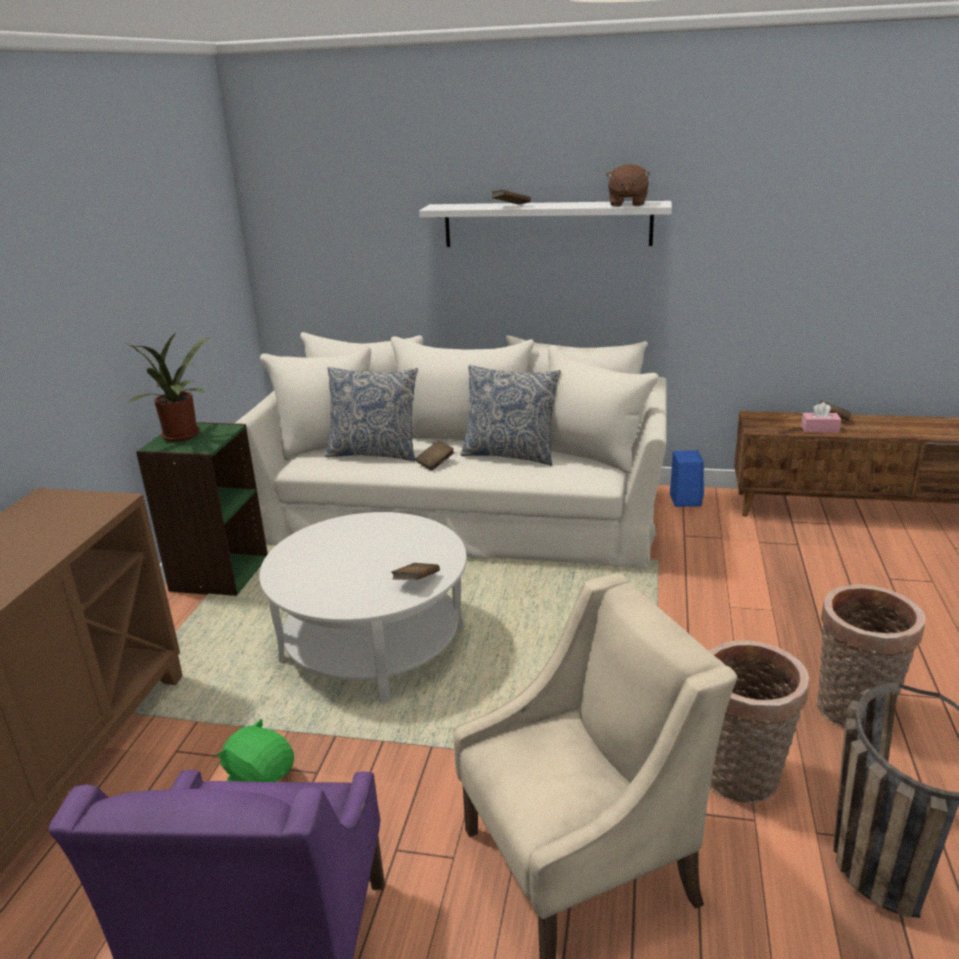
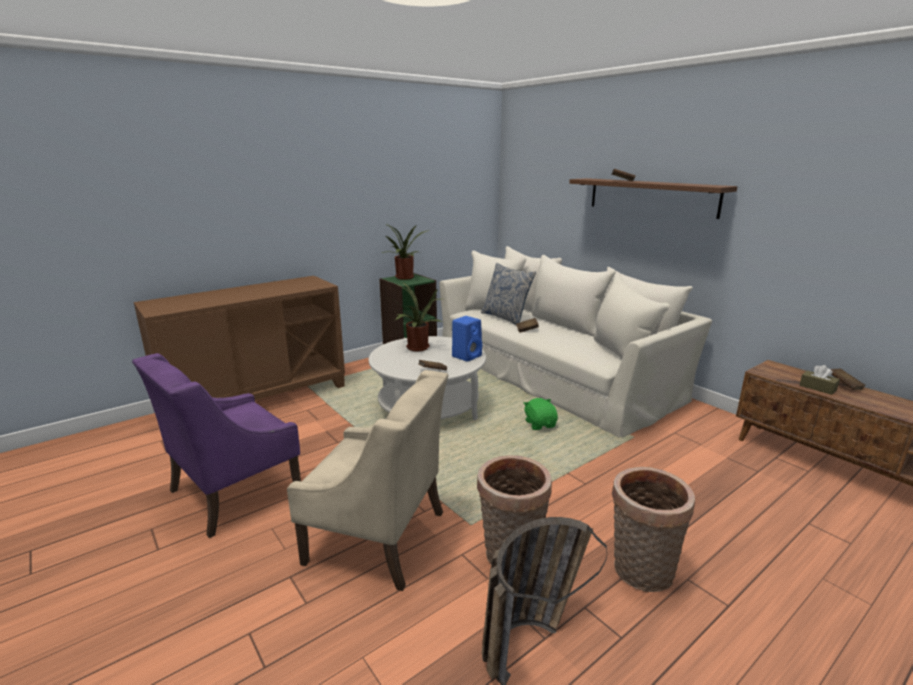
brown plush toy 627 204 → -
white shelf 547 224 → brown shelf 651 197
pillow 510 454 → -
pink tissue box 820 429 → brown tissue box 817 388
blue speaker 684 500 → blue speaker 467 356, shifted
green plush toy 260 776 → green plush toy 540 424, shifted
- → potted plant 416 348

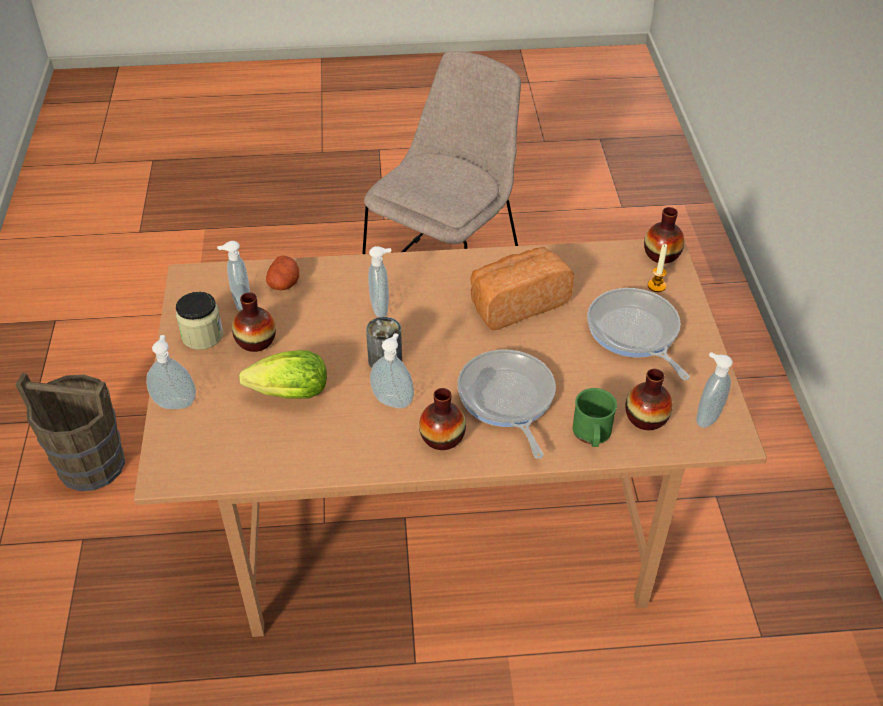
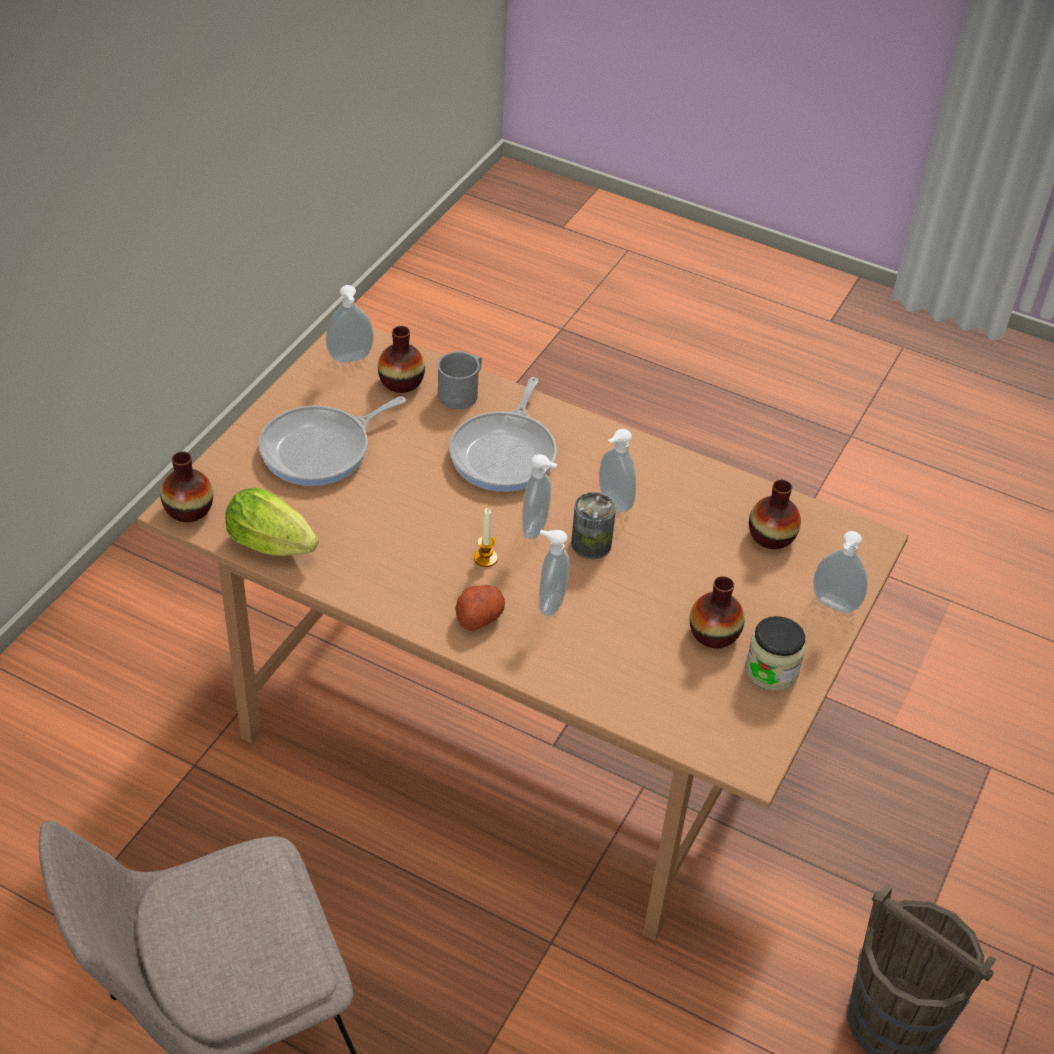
soap dispenser 240 303 → soap dispenser 537 528, shifted
candle 656 286 → candle 485 558, shifted
bread 516 303 → -
potato 284 283 → potato 479 616, shifted
frying pan 634 333 → frying pan 321 450, 45 degrees clockwise
lettuce 285 394 → lettuce 276 546, shifted
vase 442 437 → vase 771 536, shifted
green mug 592 435 → grey mug 462 392

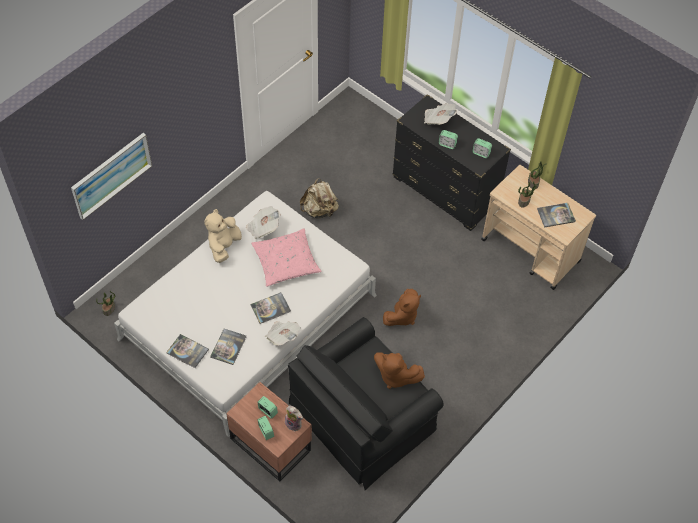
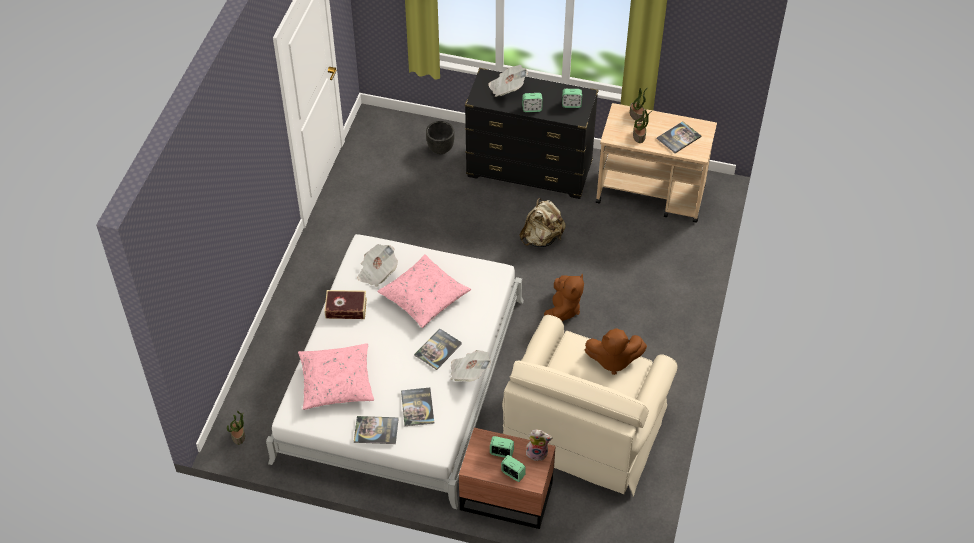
picture 111 175 → -
beige backpack 319 210 → beige backpack 542 238, shifted
beige plush toy 223 246 → book 346 308
black armchair 362 417 → beige armchair 584 426
- → black planter 441 149
- → pink pillow 336 382

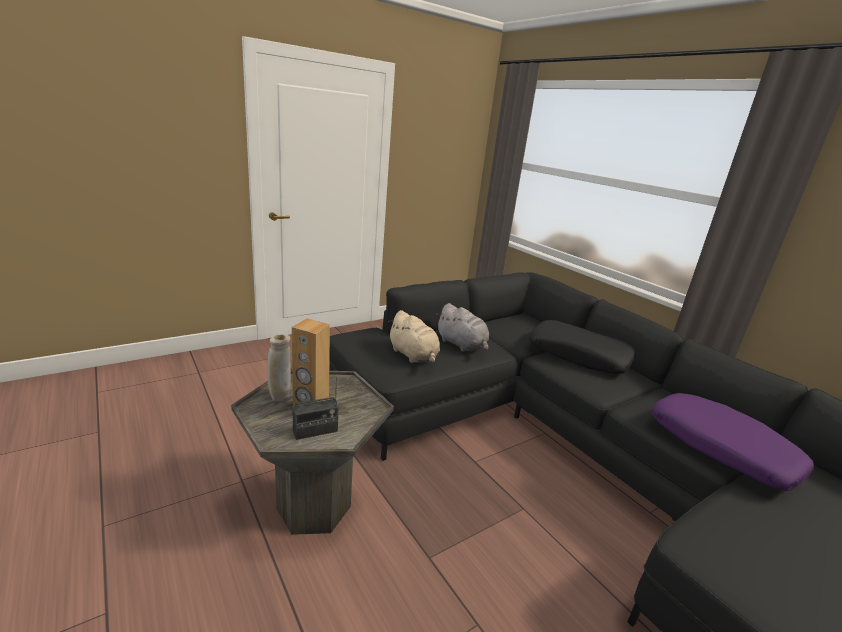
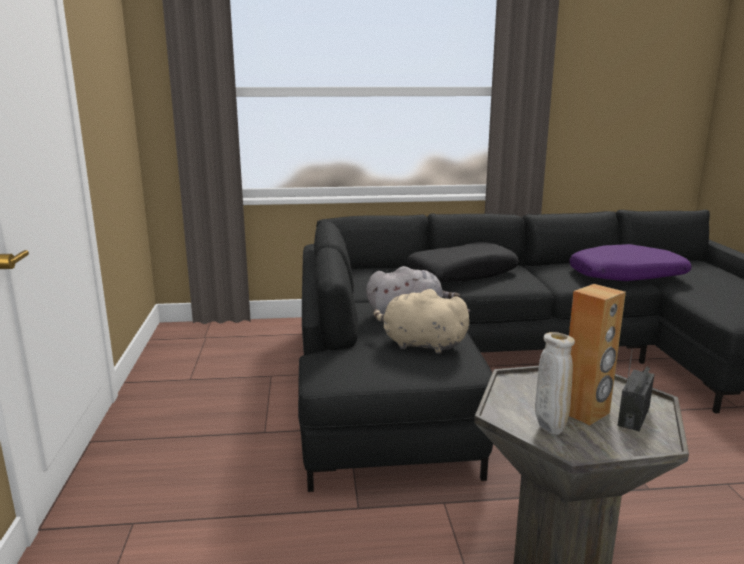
beige plush toy 414 356 → beige plush toy 420 344, 150 degrees counterclockwise
radio 315 431 → radio 633 416, 150 degrees counterclockwise

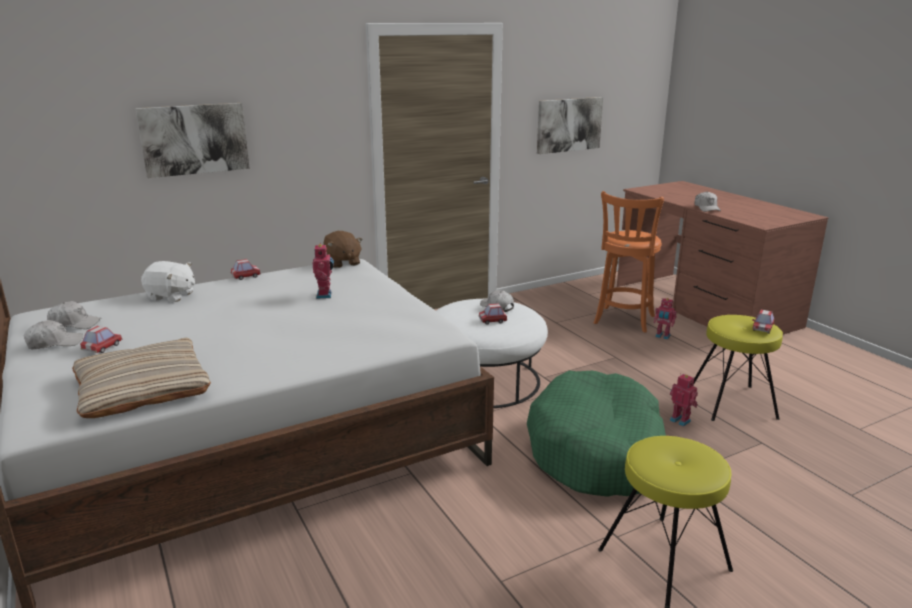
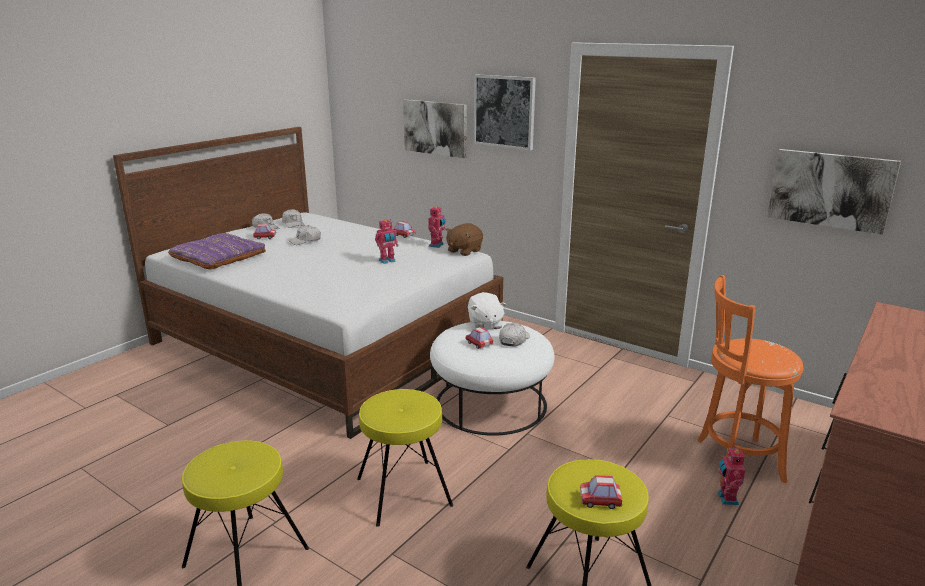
white cap 706 208 → white cap 305 241, shifted
white plush toy 171 296 → white plush toy 485 324, shifted
beige pillow 142 386 → purple pillow 218 257
green dog bed 597 451 → yellow stool 404 491
toy robot 681 420 → toy robot 437 245, shifted
- → picture 504 111

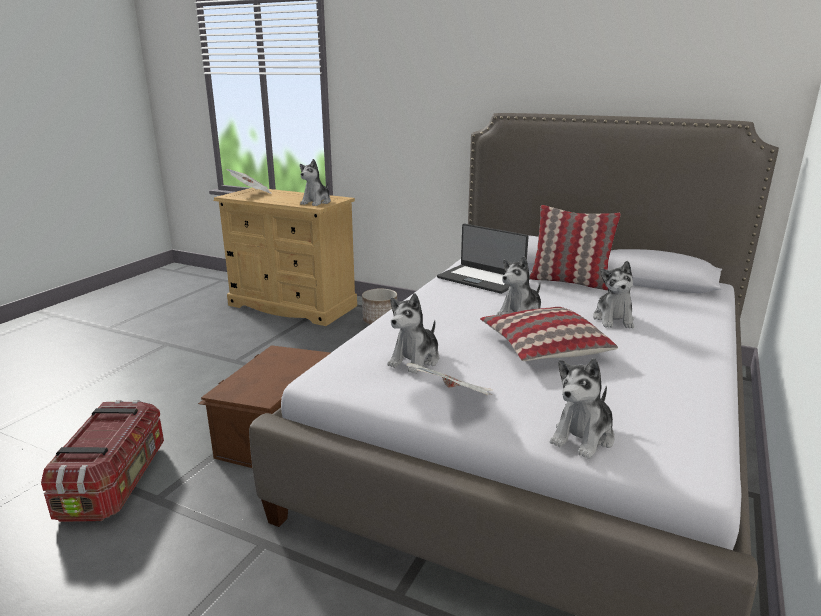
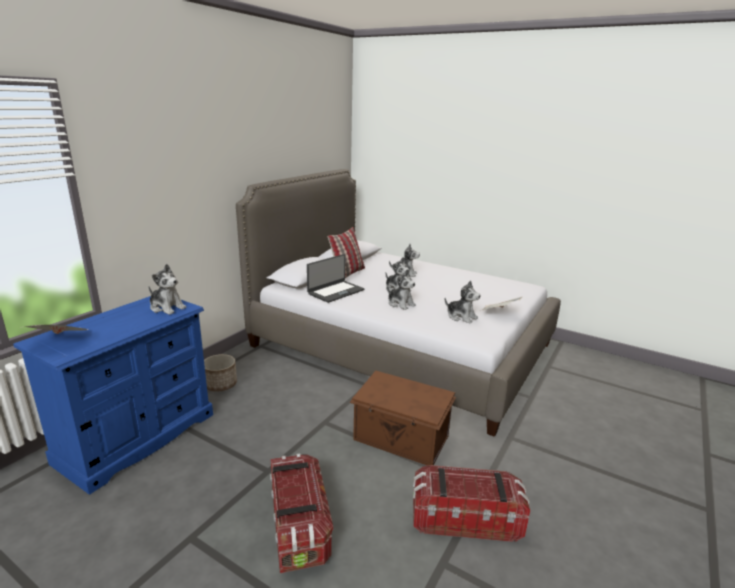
beige dresser 292 306 → blue dresser 138 437
pillow 543 347 → -
plush toy 583 437 → plush toy 400 304, shifted
- → storage box 298 526

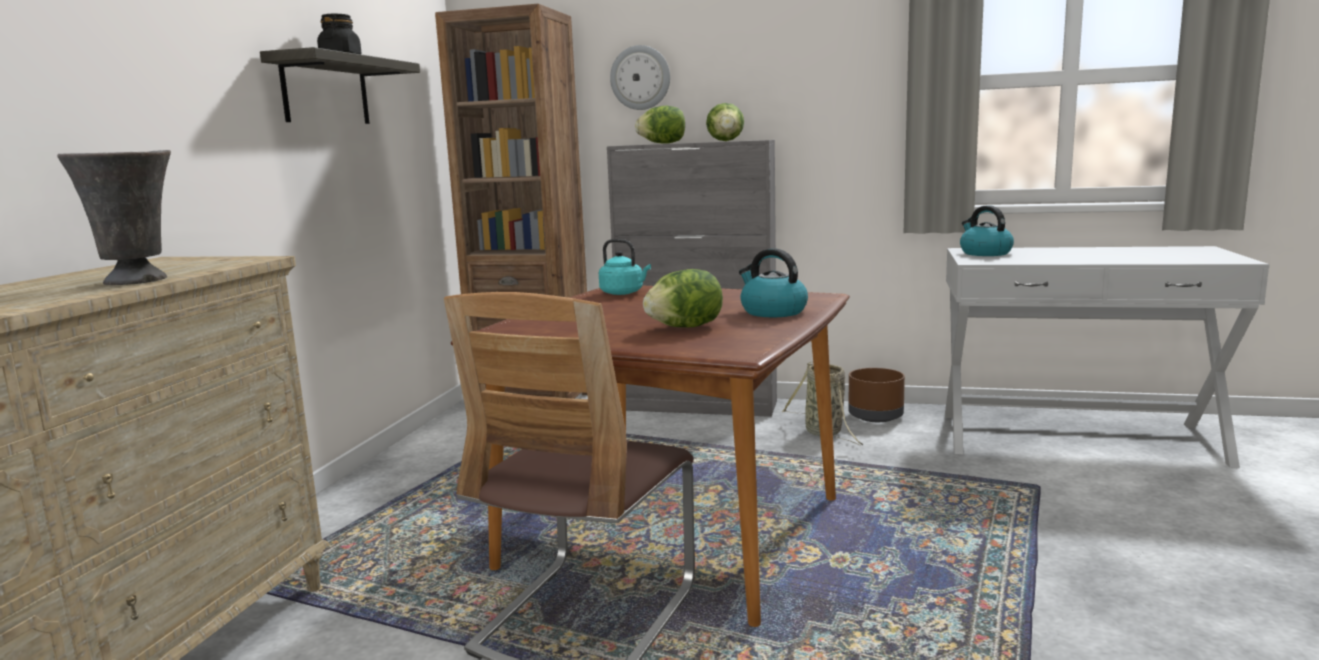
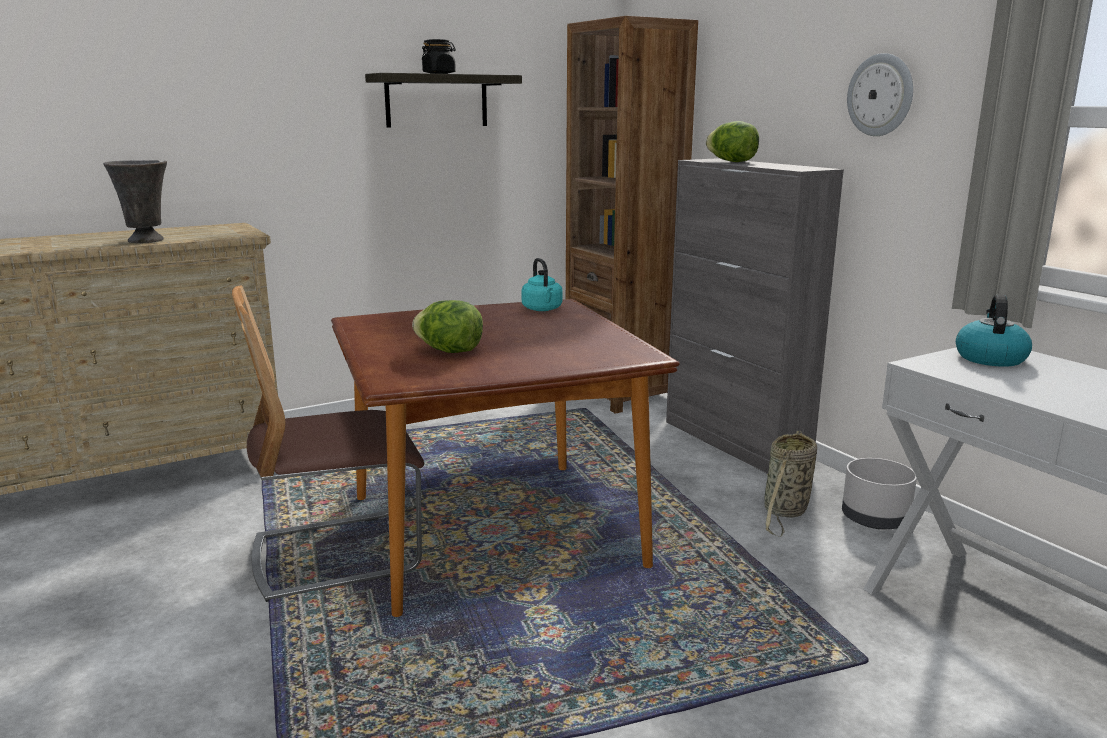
wall clock 640 78 → wall clock 881 95, shifted
lettuce 725 141 → -
kettle 772 312 → -
brown planter 876 416 → grey planter 876 519

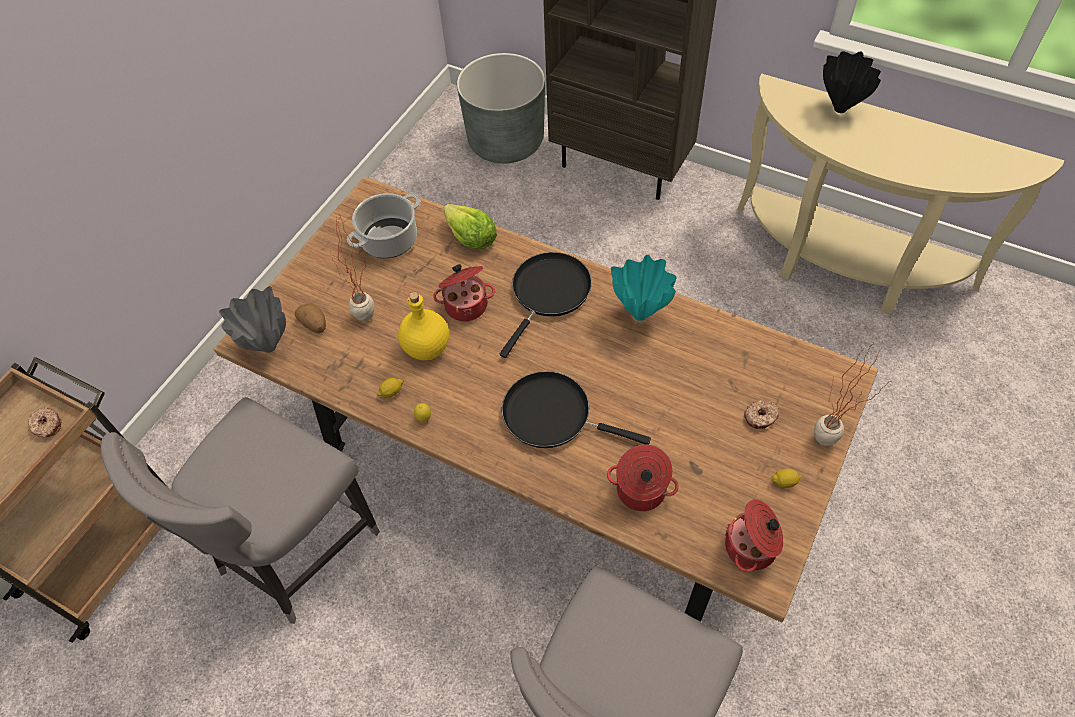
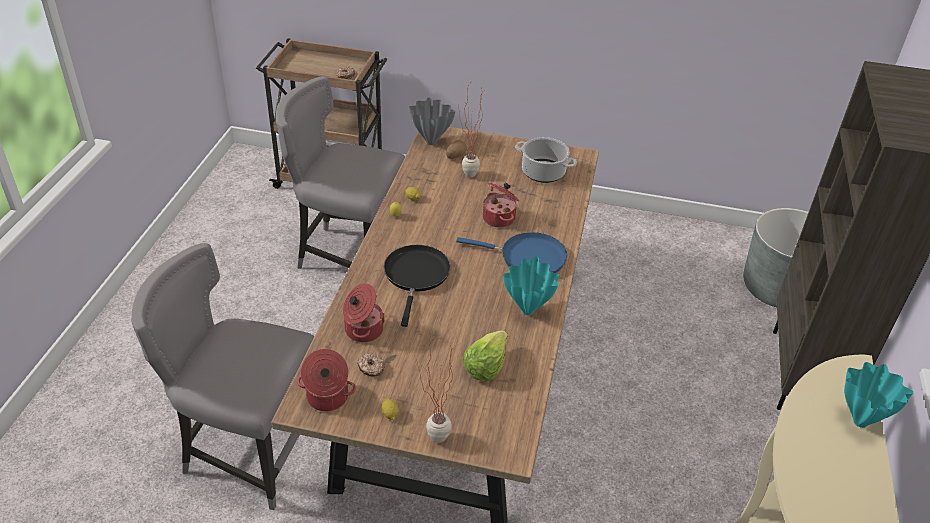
black vase 839 108 → turquoise vase 860 421
lettuce 470 238 → lettuce 485 365, shifted
black frying pan 548 293 → blue frying pan 528 257
yellow bottle 426 348 → -
donut 761 417 → donut 371 368, shifted

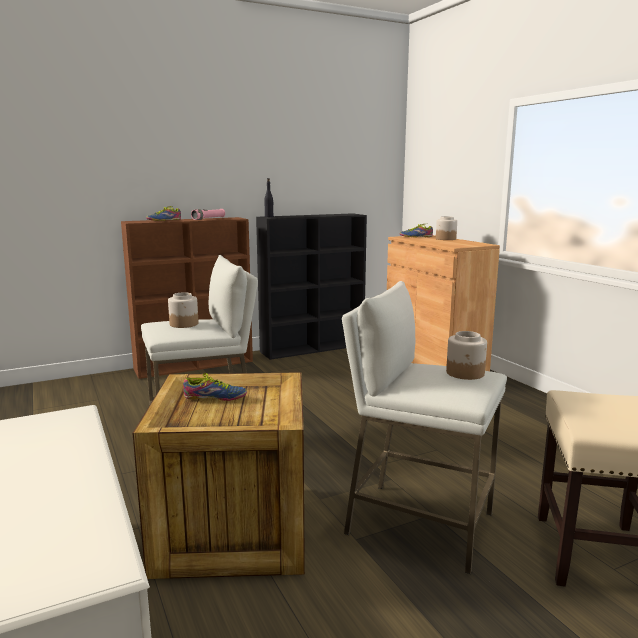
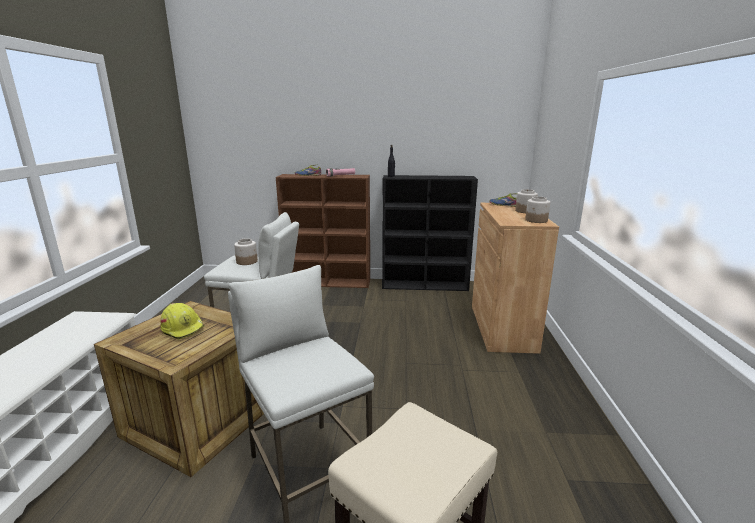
jar 465 373 → jar 536 220, shifted
shoe 215 398 → yellow hard hat 183 328

